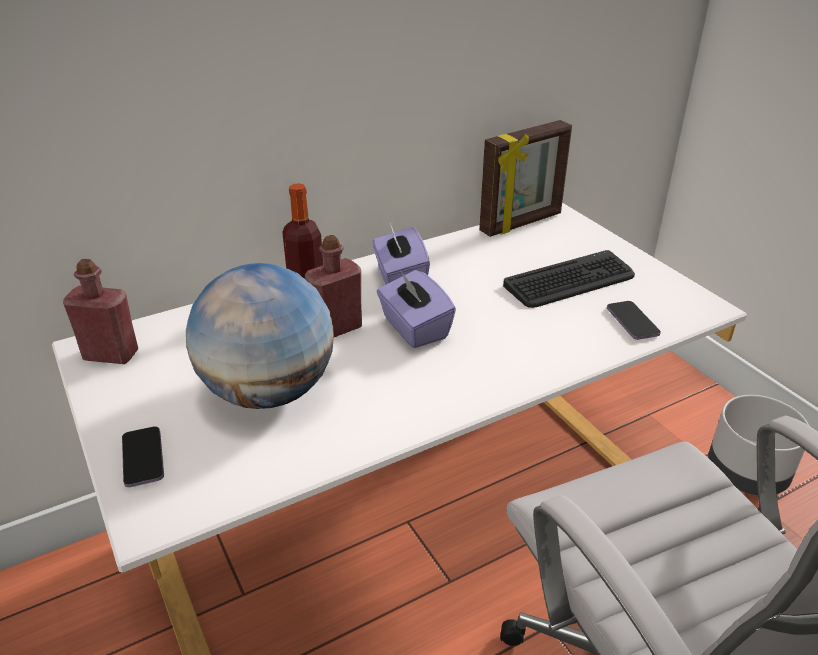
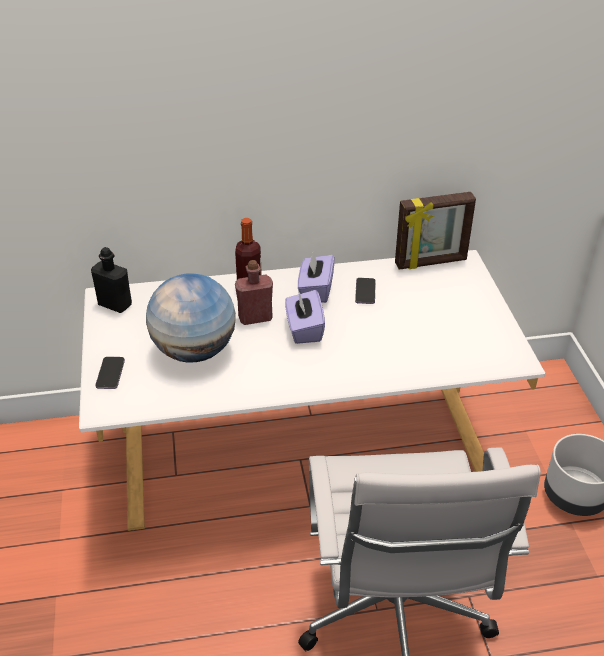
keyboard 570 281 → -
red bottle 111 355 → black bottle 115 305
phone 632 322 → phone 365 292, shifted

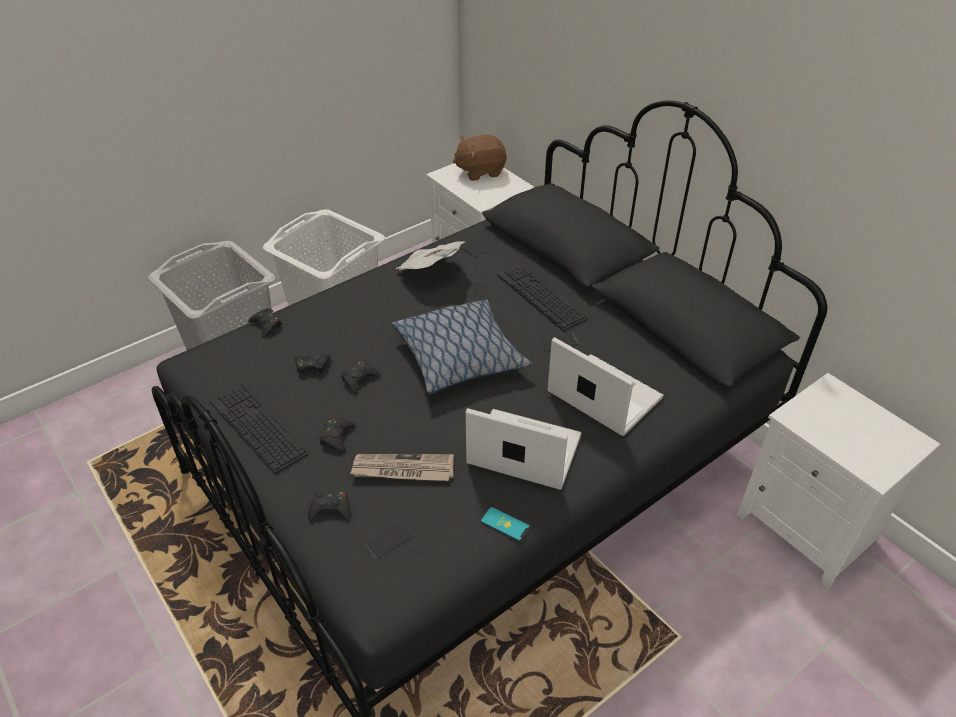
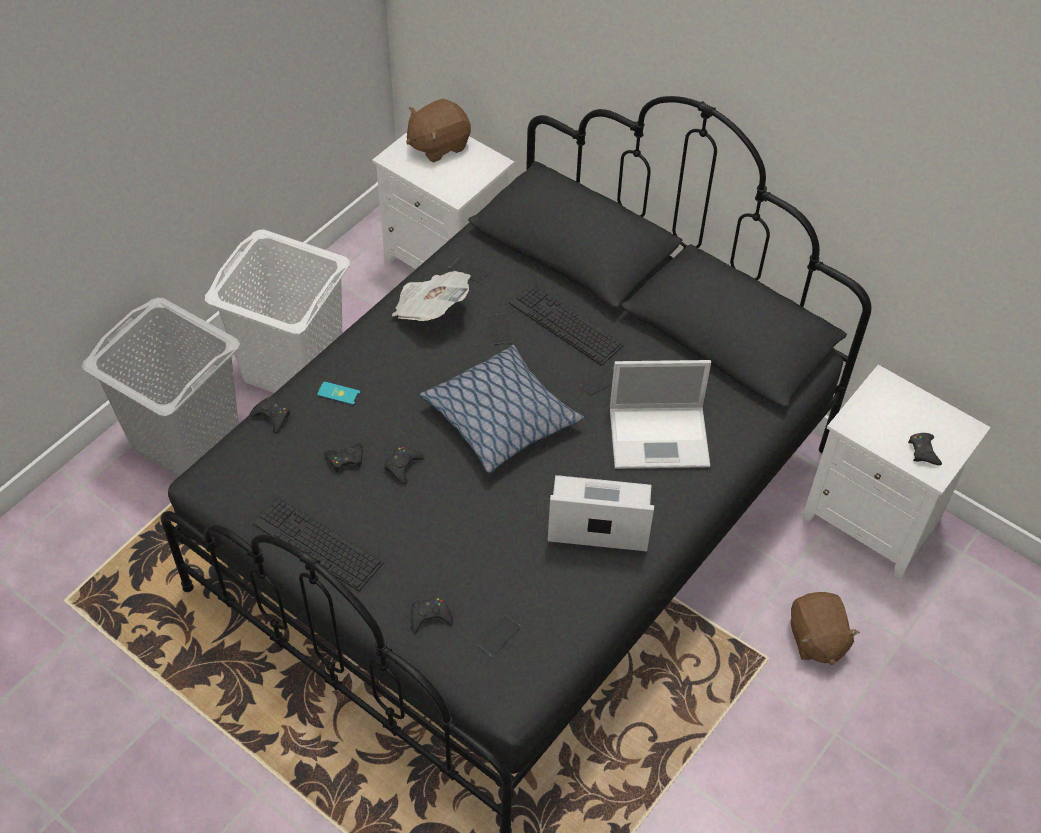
laptop 602 395 → laptop 661 437, 150 degrees clockwise
black game controller 337 437 → black game controller 923 451, shifted
newspaper 402 470 → -
phone 505 524 → phone 338 394, shifted
- → brown plush toy 816 639

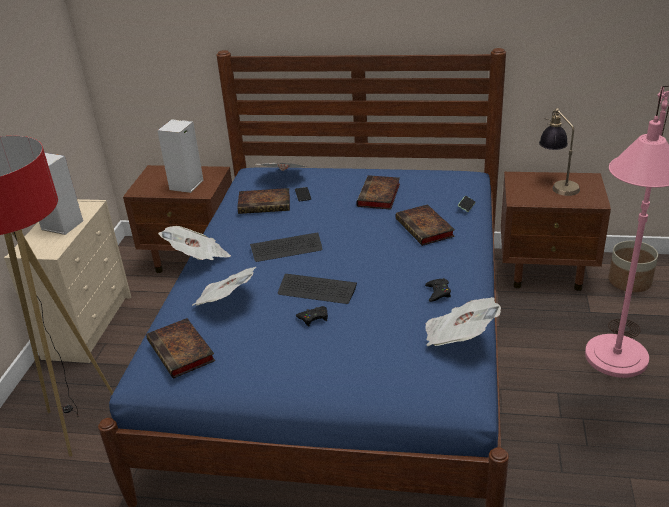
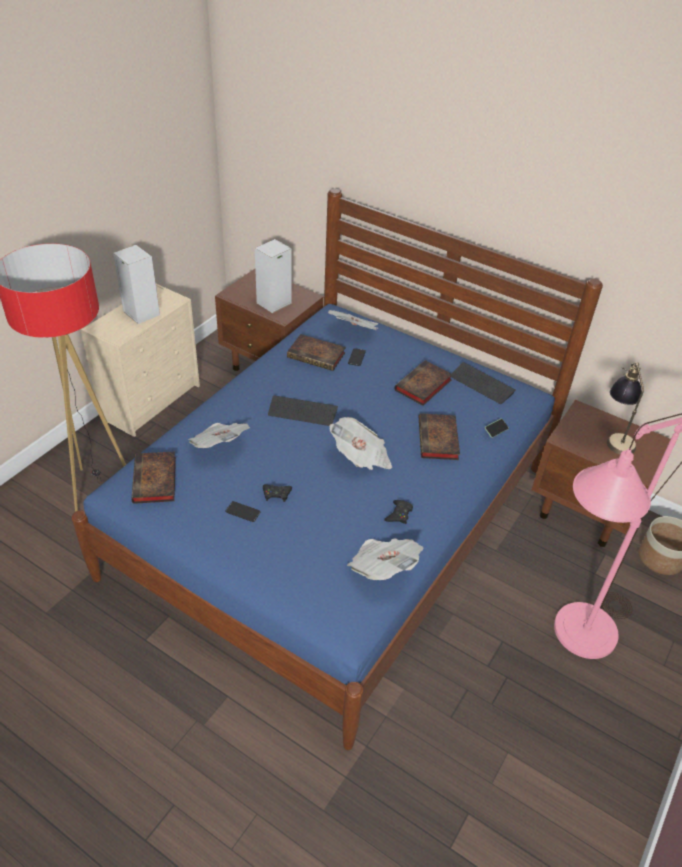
newspaper 198 258 → newspaper 361 457, shifted
keyboard 317 290 → keyboard 481 384, shifted
- → phone 243 512

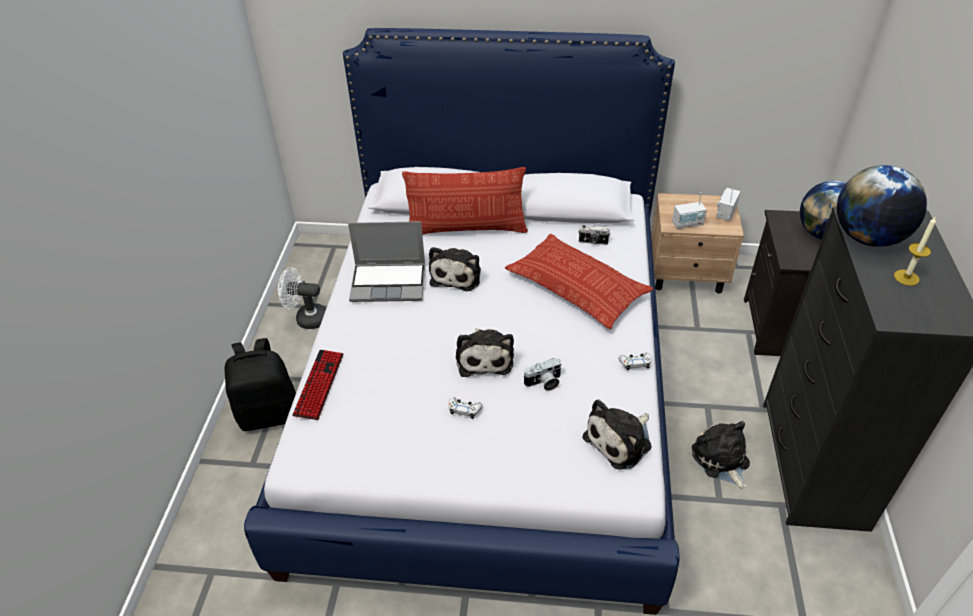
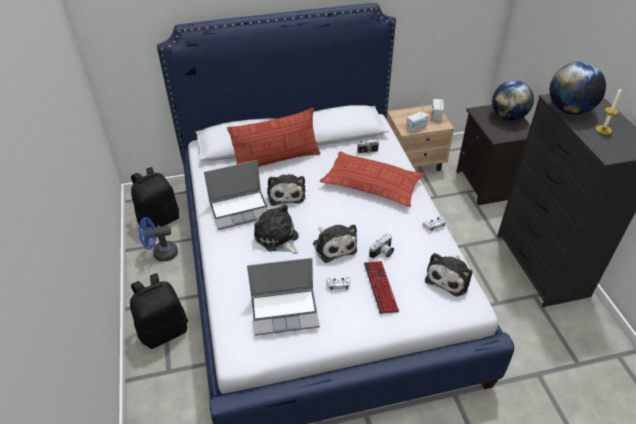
white fan 306 318 → blue fan 161 254
keyboard 319 385 → keyboard 380 287, shifted
plush toy 721 460 → plush toy 277 238, shifted
- → black backpack 159 219
- → laptop 285 311

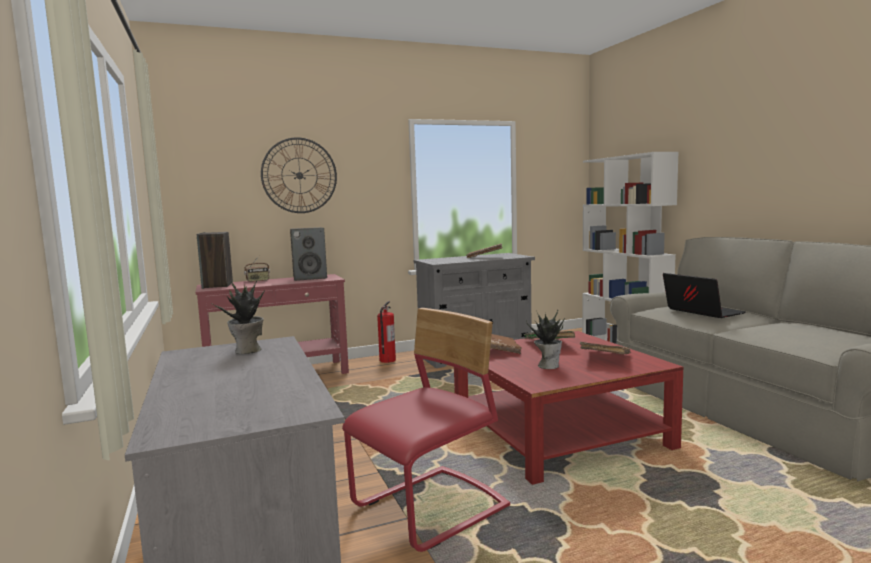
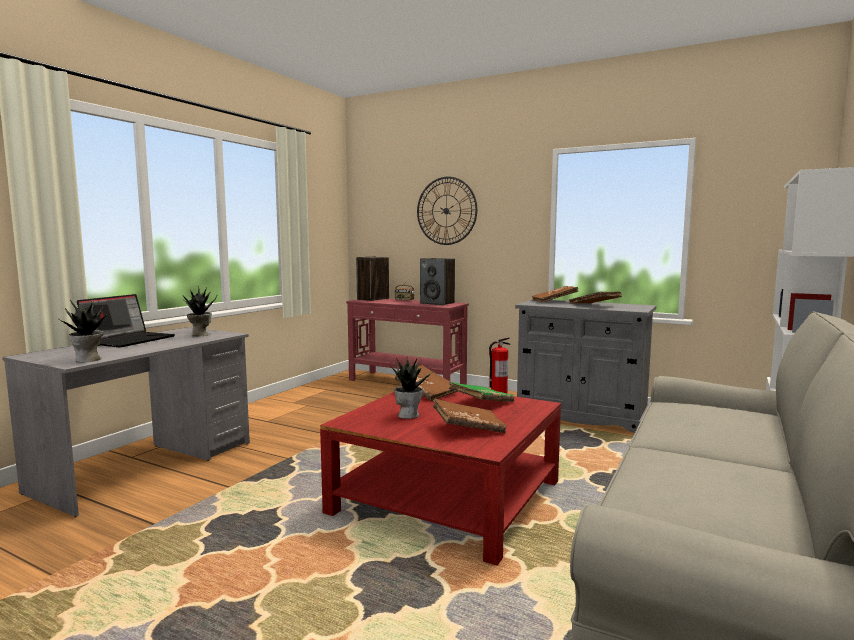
laptop 701 312 → laptop 130 340, shifted
red chair 431 509 → -
- → brown book 554 301
- → potted plant 88 360

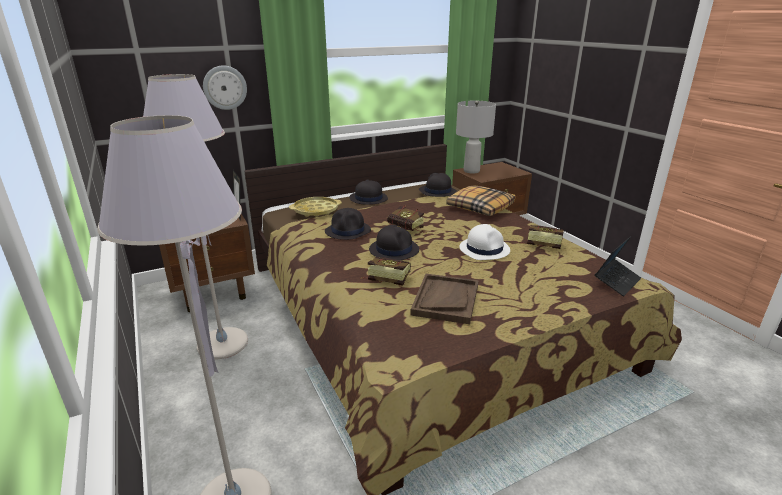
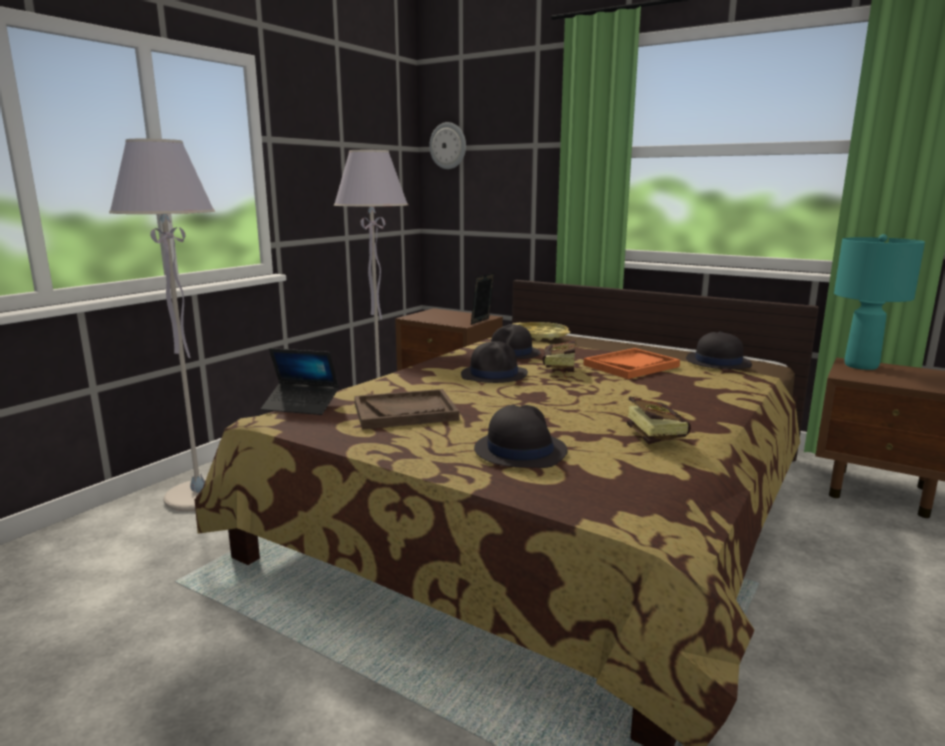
wall clock 225 87 → wall clock 448 146, shifted
grey table lamp 471 171 → turquoise table lamp 860 365
black hat 368 198 → black hat 519 450, shifted
pillow 480 207 → -
white hat 484 249 → -
laptop 616 281 → laptop 301 405, shifted
book 384 279 → -
- → orange tray 631 366

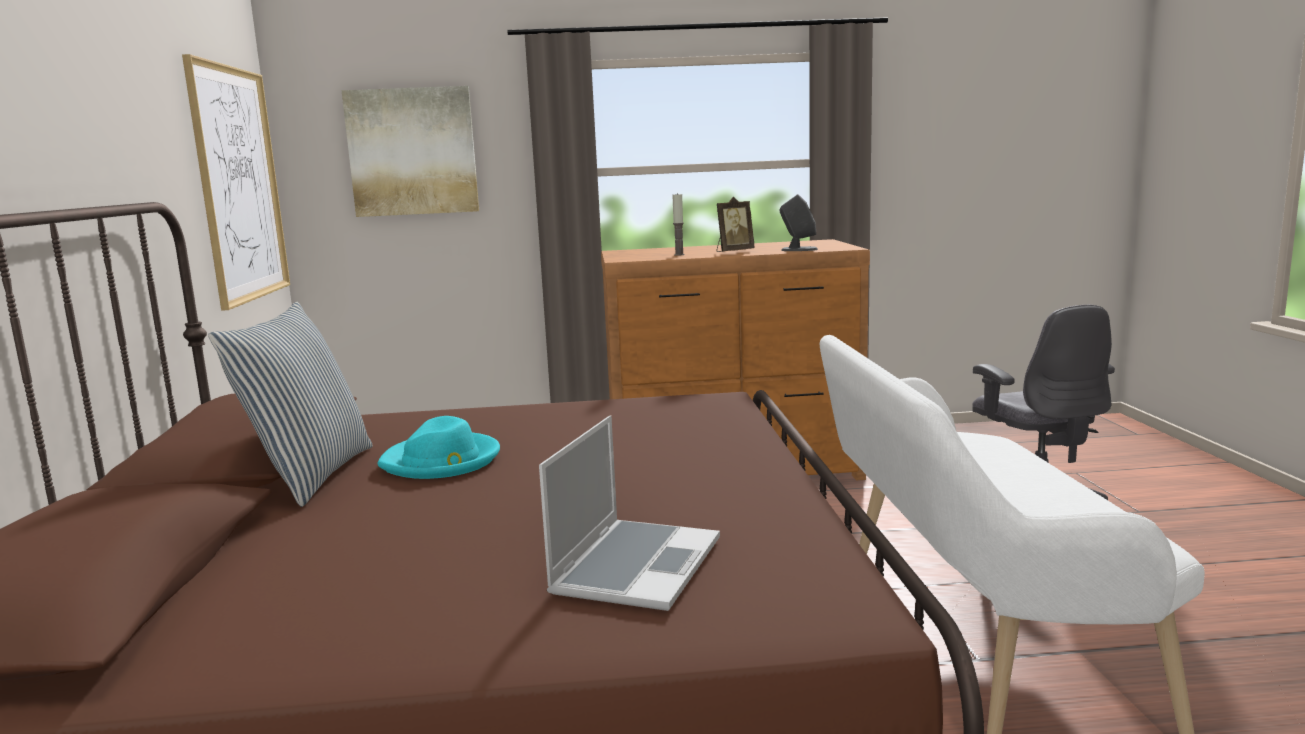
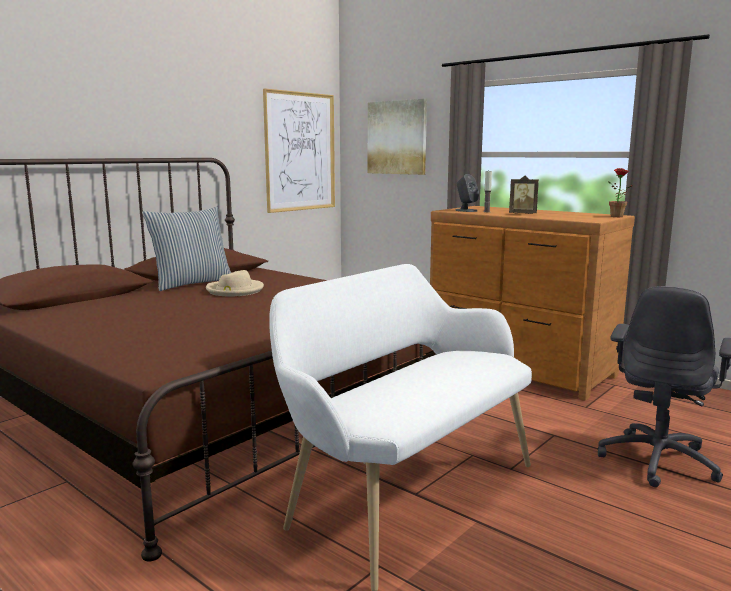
grey speaker 798 249 → grey speaker 466 210, shifted
turquoise hat 442 461 → beige hat 234 290
laptop 636 565 → -
- → potted plant 619 217

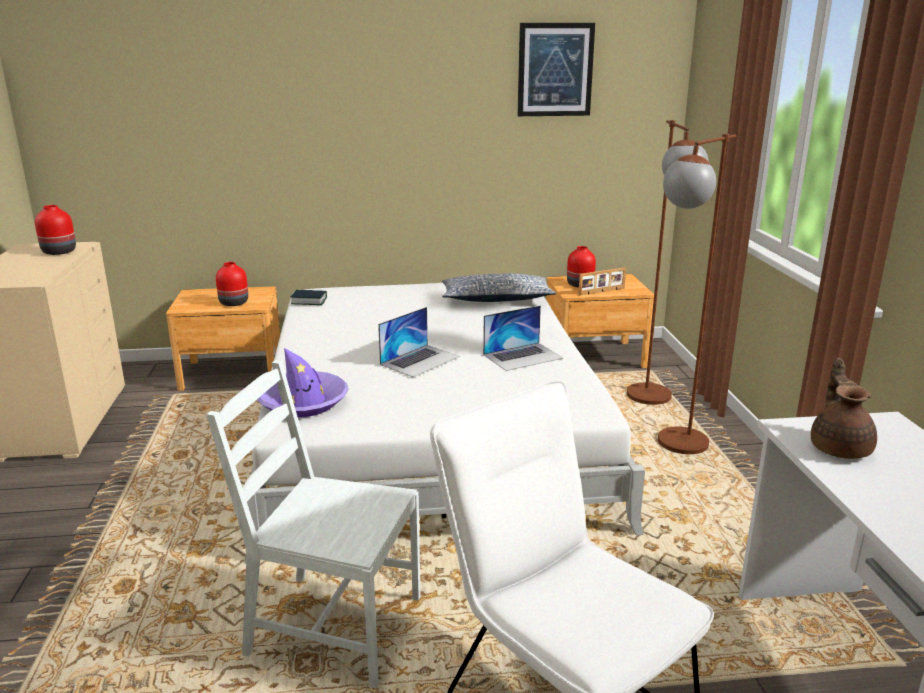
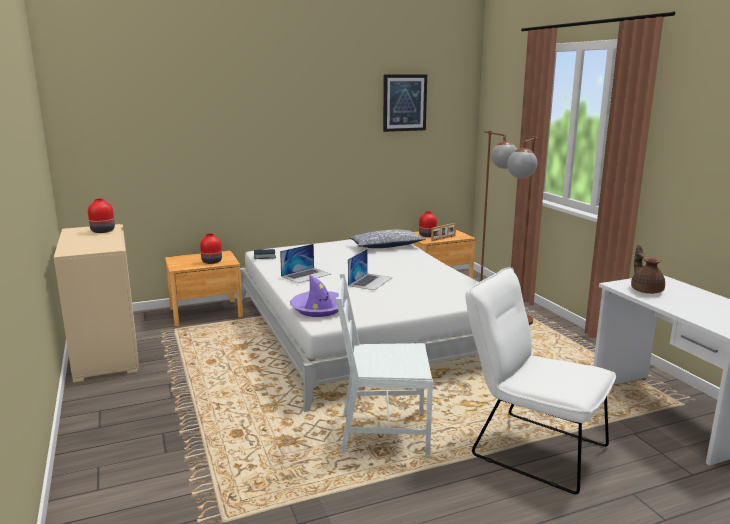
laptop 523 356 → laptop 306 275, shifted

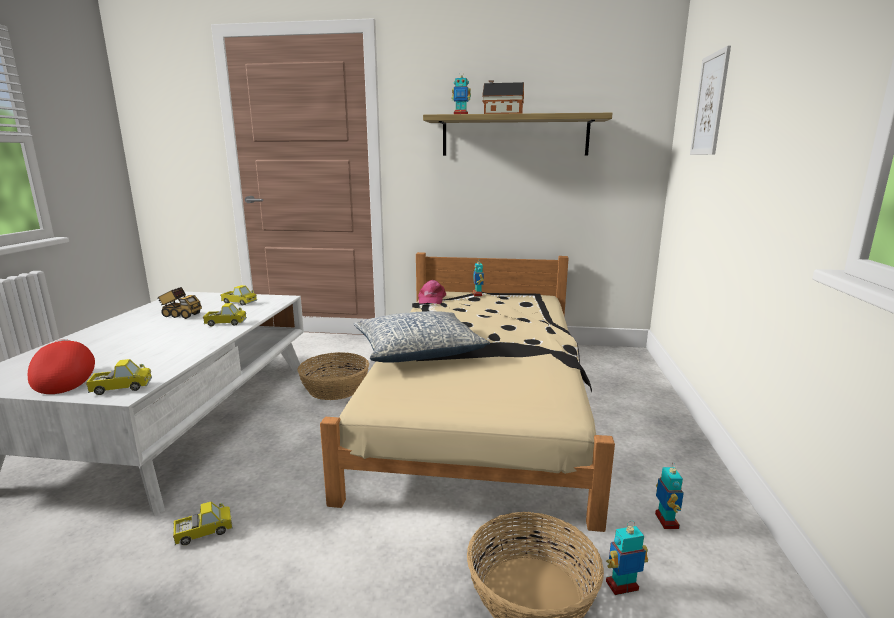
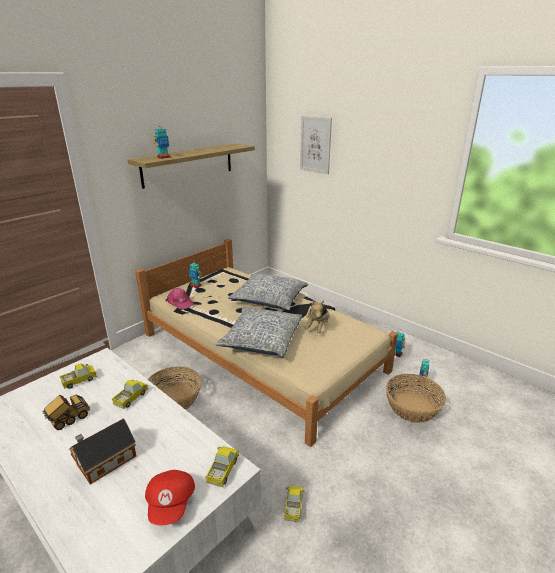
toy house 501 114 → toy house 104 461, shifted
red cap 66 380 → red cap 172 503, 105 degrees counterclockwise
- → pillow 269 300
- → plush toy 317 327

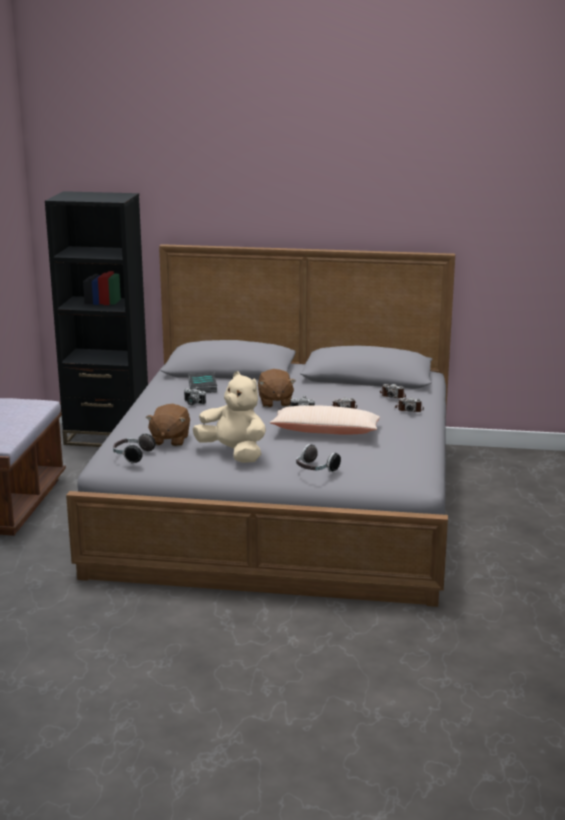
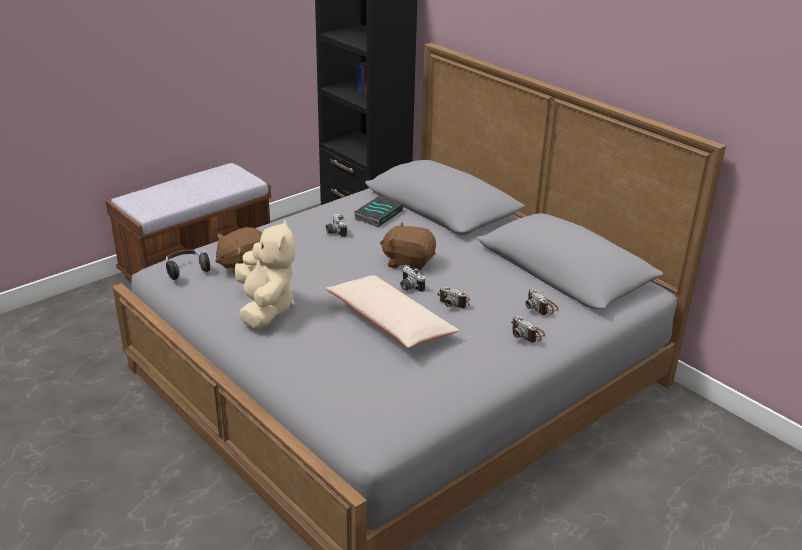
brown plush toy 275 402 → brown plush toy 408 262, 75 degrees clockwise
headphones 315 470 → -

